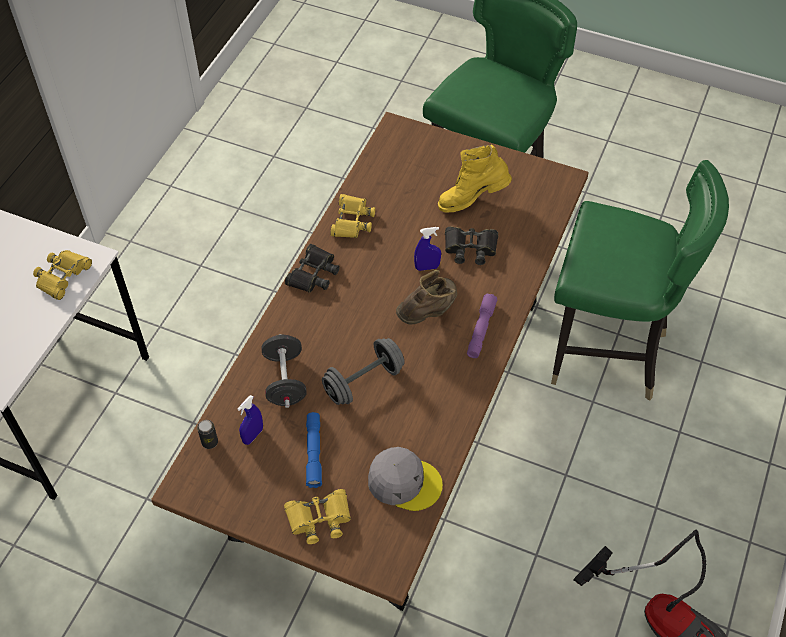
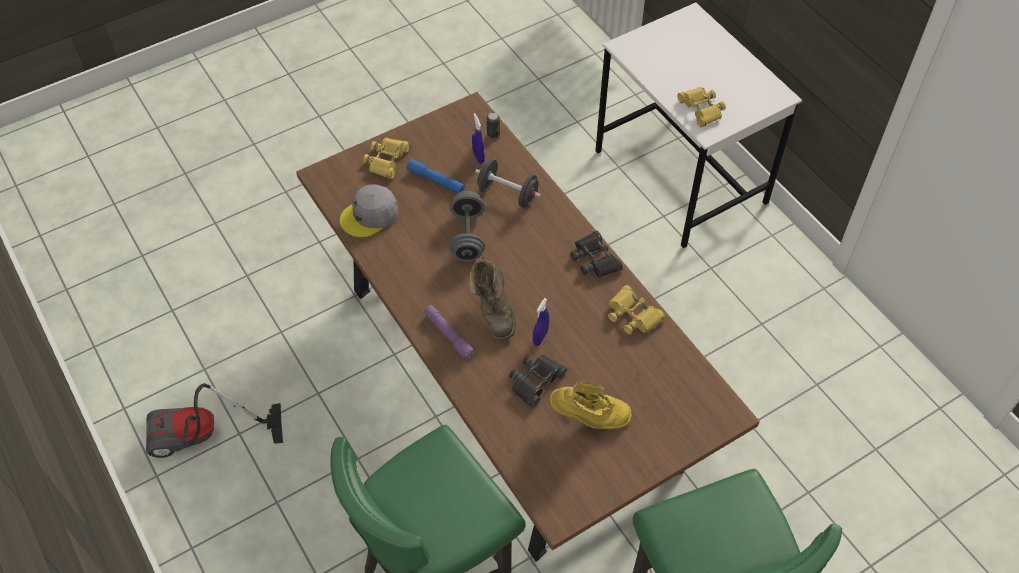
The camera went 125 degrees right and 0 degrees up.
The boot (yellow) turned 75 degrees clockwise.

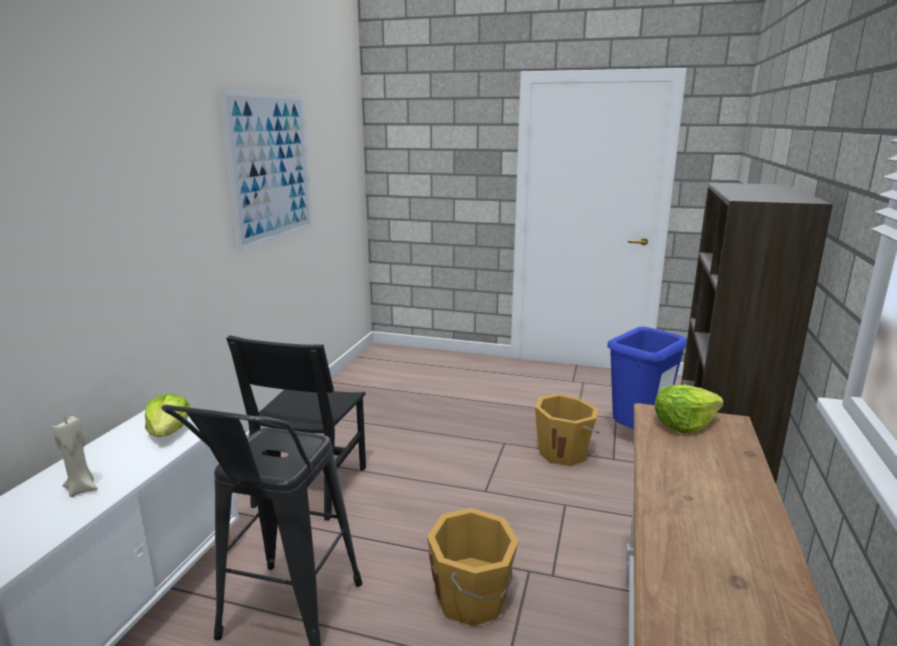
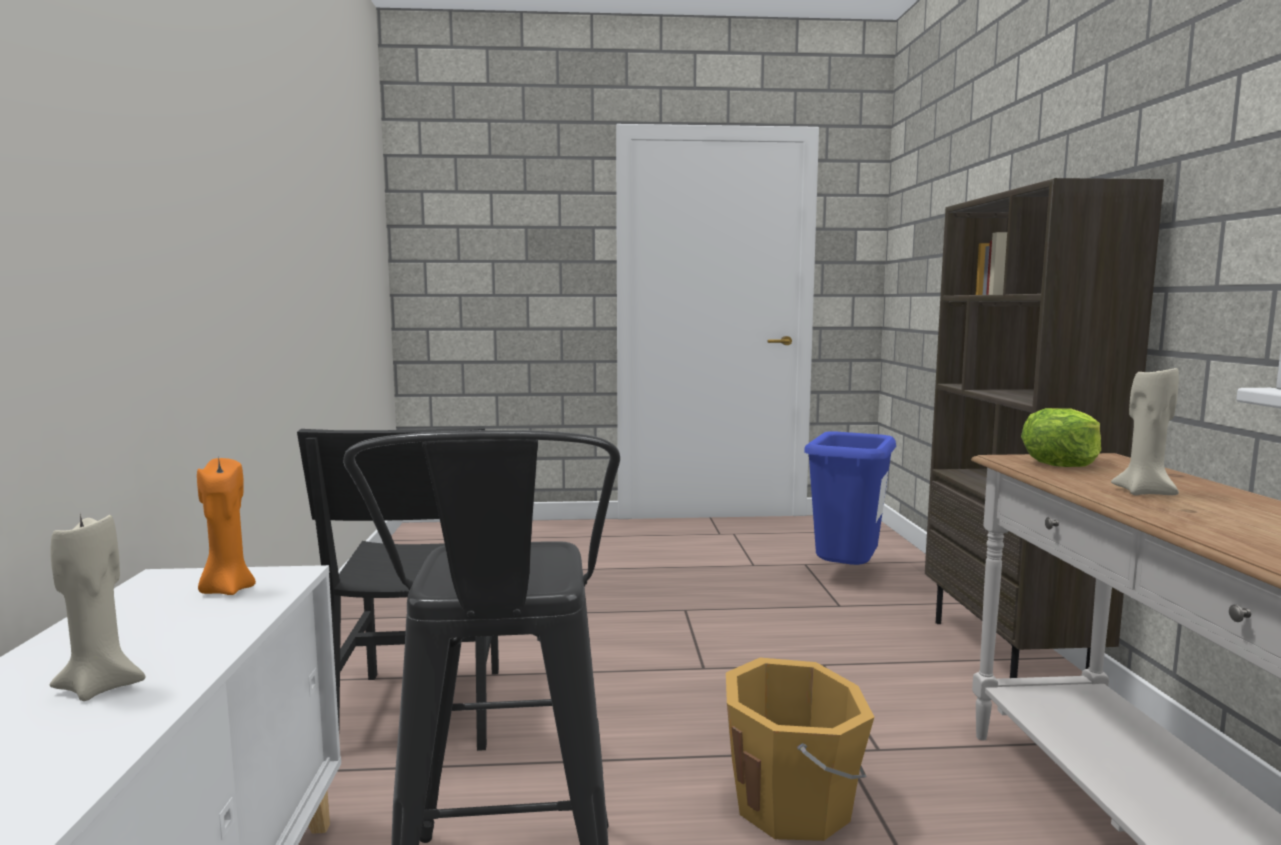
The camera went 20 degrees left and 10 degrees down.
The lettuce (no. 1 from left) was replaced by the candle (orange).
The candle (beige) (no. 2 from left) appeared.
The picture disappeared.
The bucket (orange) (no. 2 from left) disappeared.

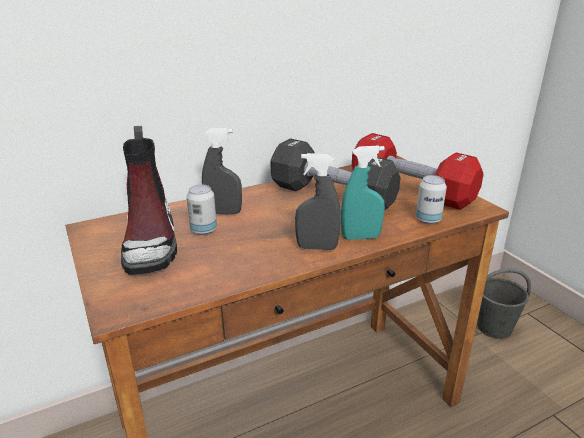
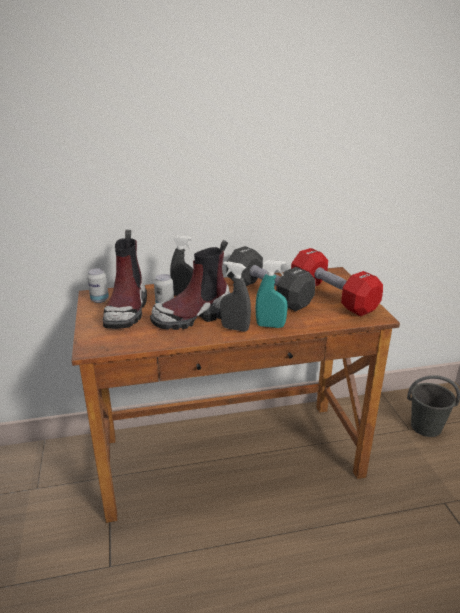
The camera went 15 degrees right and 0 degrees up.
The can (no. 2 from left in the first image) moved.
The boot (no. 2 from left) appeared.

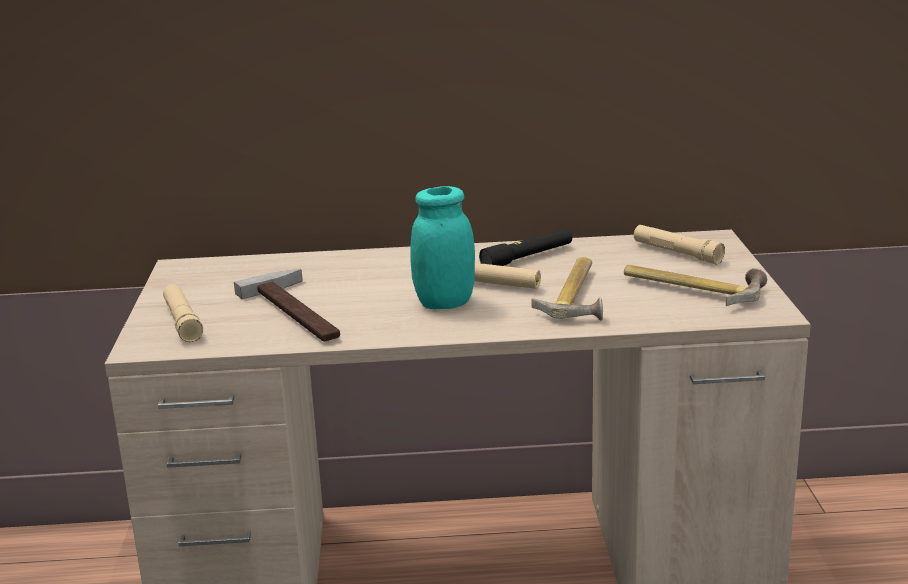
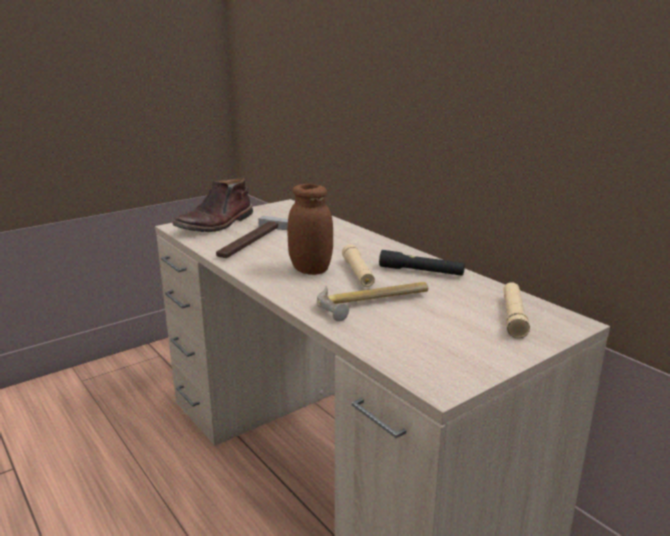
The camera went 55 degrees right and 0 degrees up.
The flashlight (beige) (no. 1 from left) was replaced by the boot (brown).
The jar (turquoise) became the jar (brown).
The hammer (no. 3 from left) disappeared.

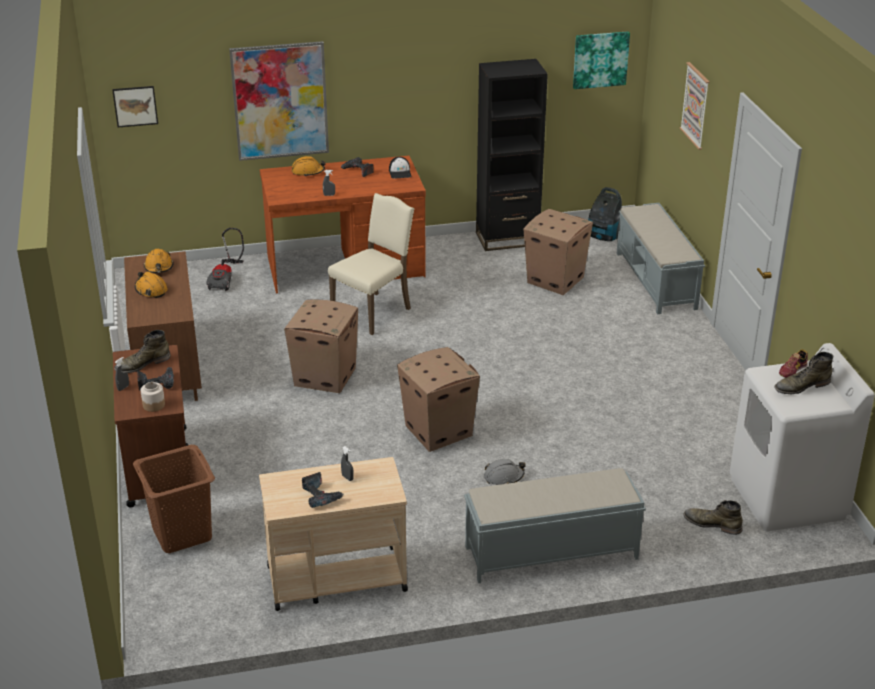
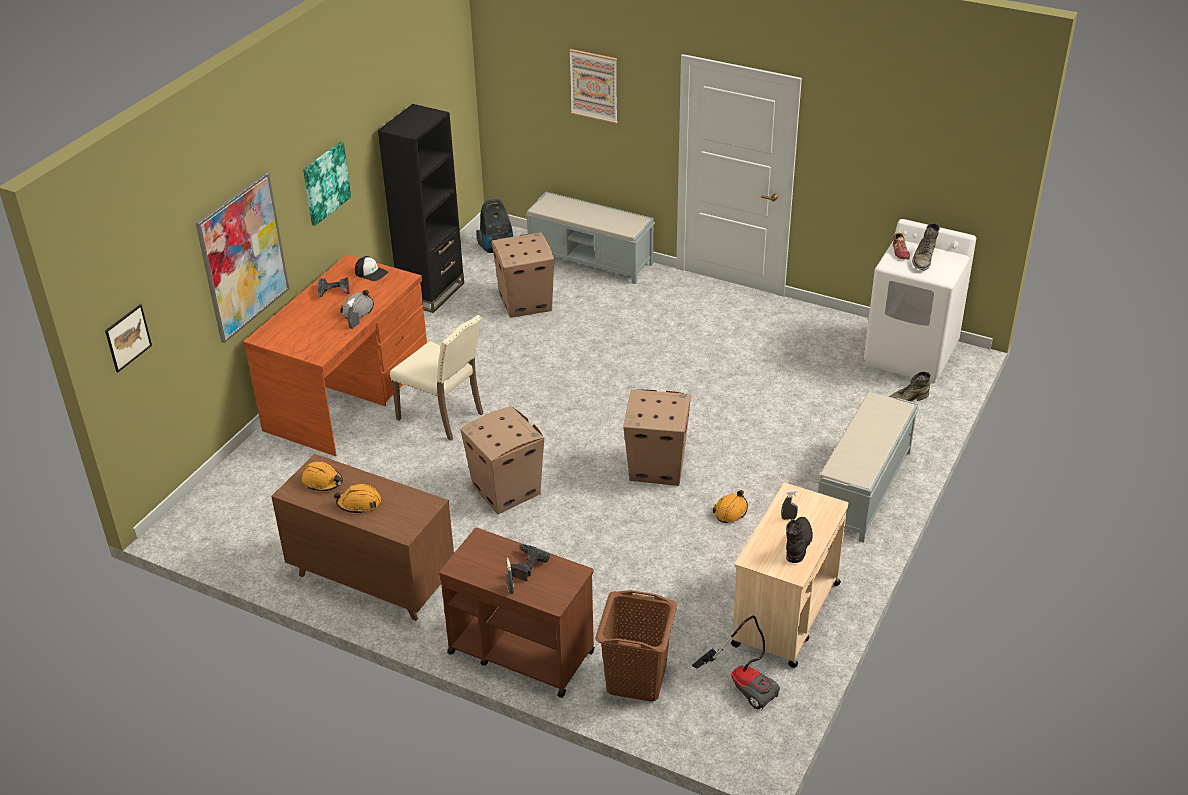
The camera went 50 degrees left and 5 degrees up.
The picture (no. 3 from left) moved.
The hard hat (grey) moved.
The chair (beige) turned 135 degrees clockwise.
The vacuum cleaner (no. 1 from left in the first image) moved.
The hard hat (orange) (no. 3 from left) moved.
The power drill (no. 2 from left) was replaced by the boot (black).
The boot (green) (no. 1 from left) disappeared.
The jar disappeared.

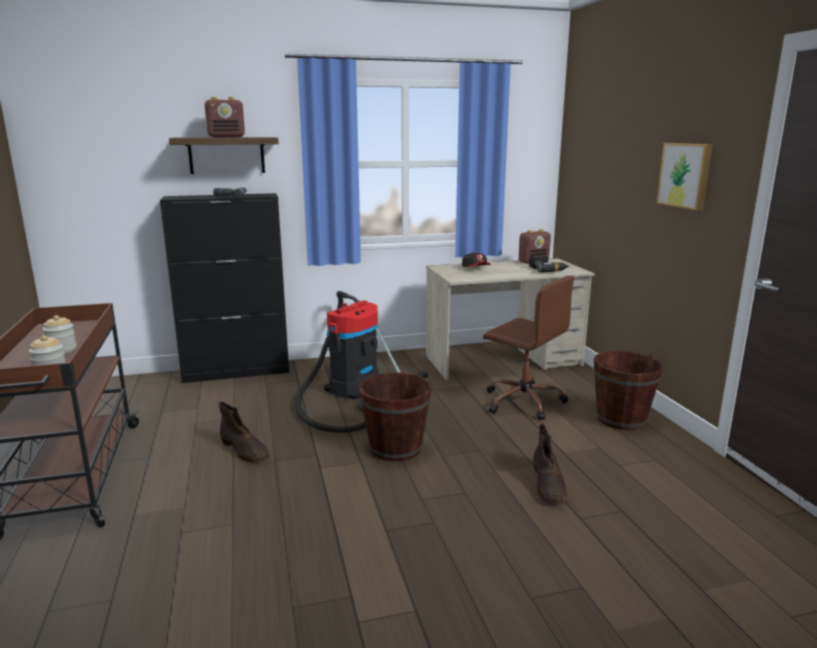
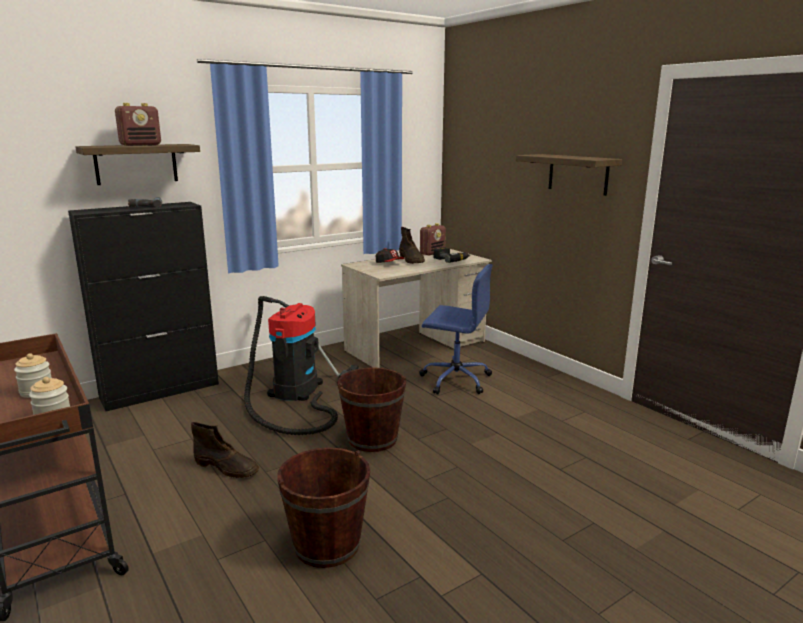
The camera went 20 degrees left and 0 degrees up.
The bucket (brown) (no. 2 from left in the first image) moved.
The boot (brown) (no. 2 from left) moved.
The office chair (brown) became the office chair (blue).
The picture was replaced by the shelf (no. 2 from left).

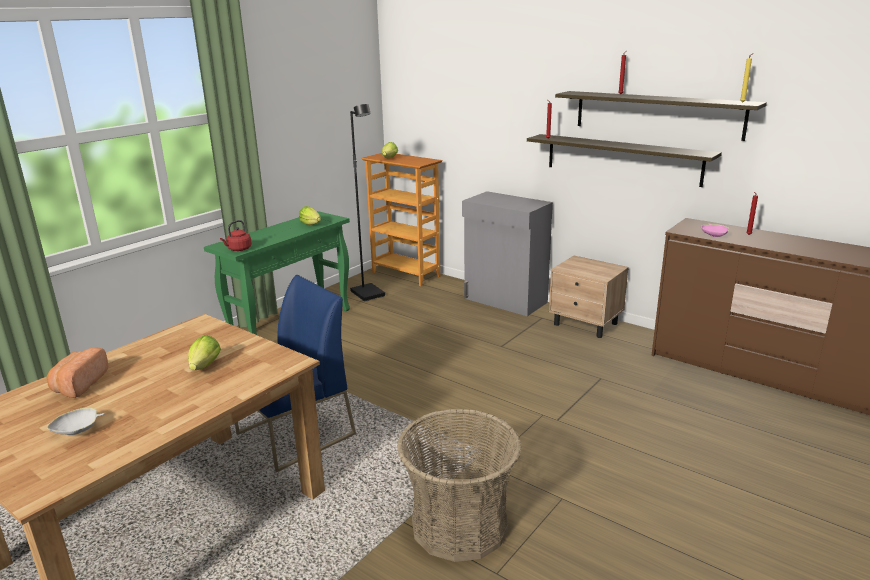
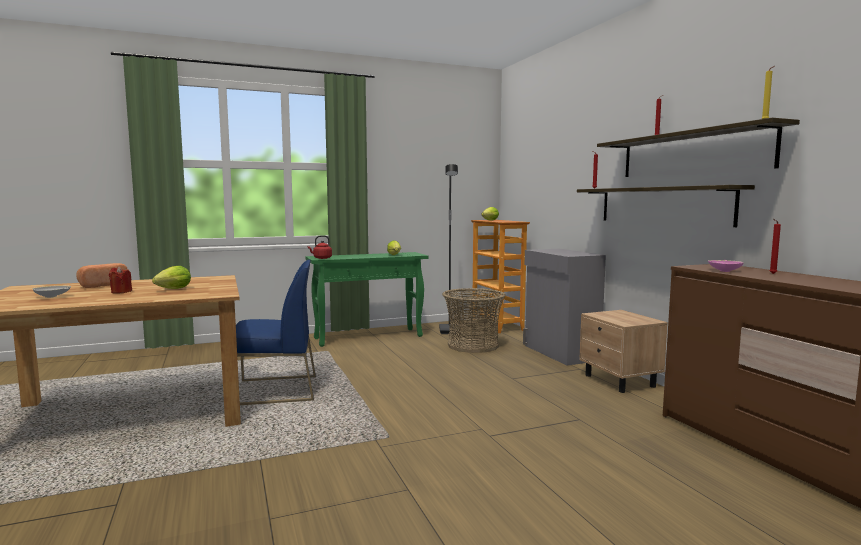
The camera went 30 degrees right and 15 degrees down.
The candle (red) (no. 1 from left) appeared.
The basket moved.

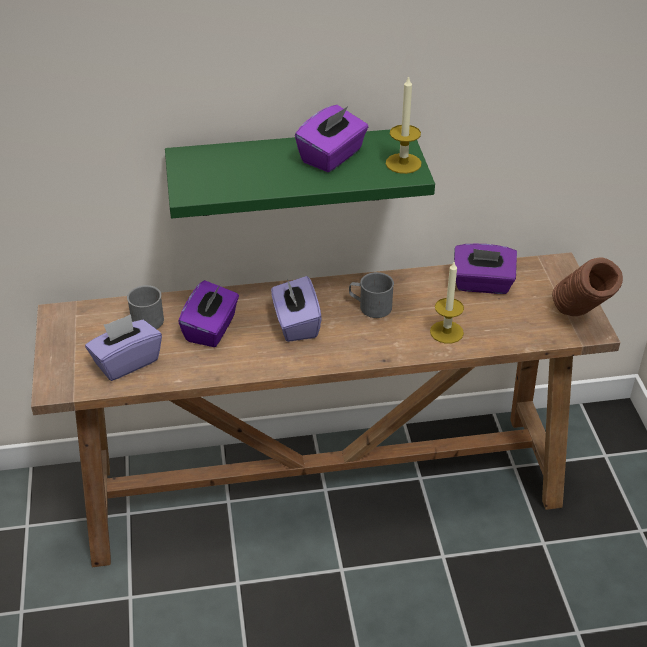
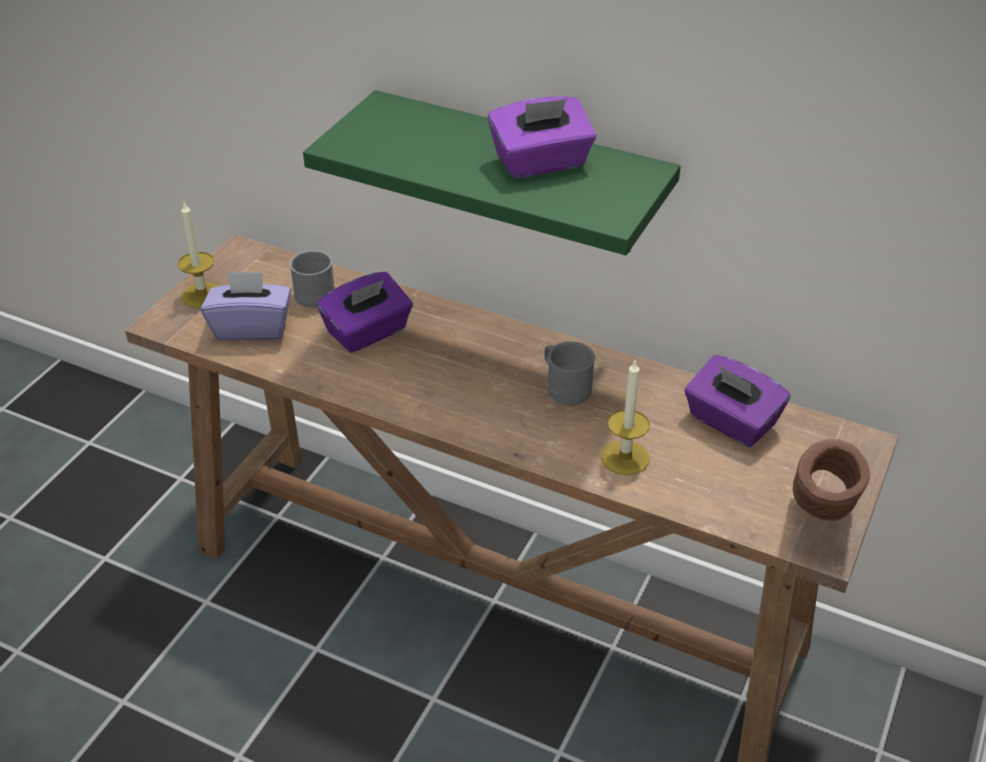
The camera went 35 degrees right and 0 degrees up.
The candle (no. 1 from left) moved.
The tissue box (purple) (no. 3 from left) disappeared.

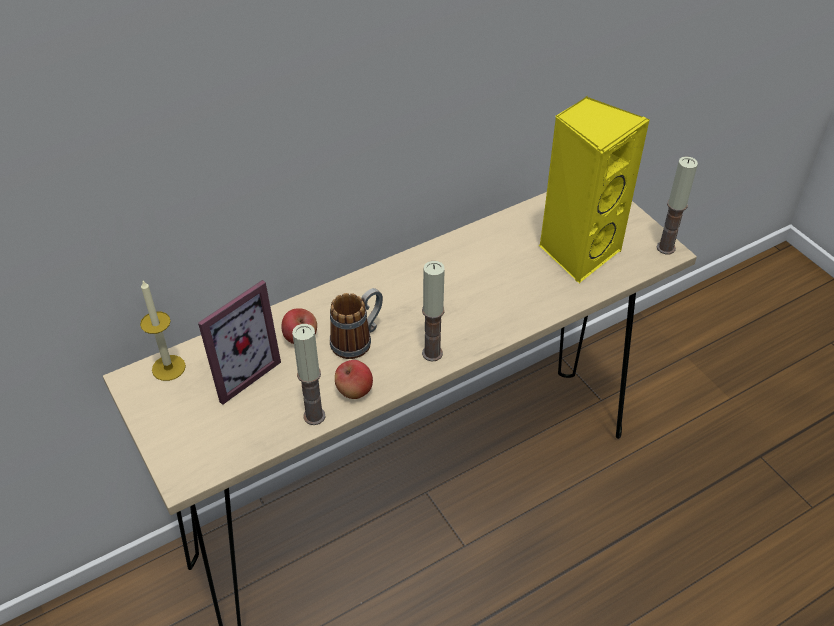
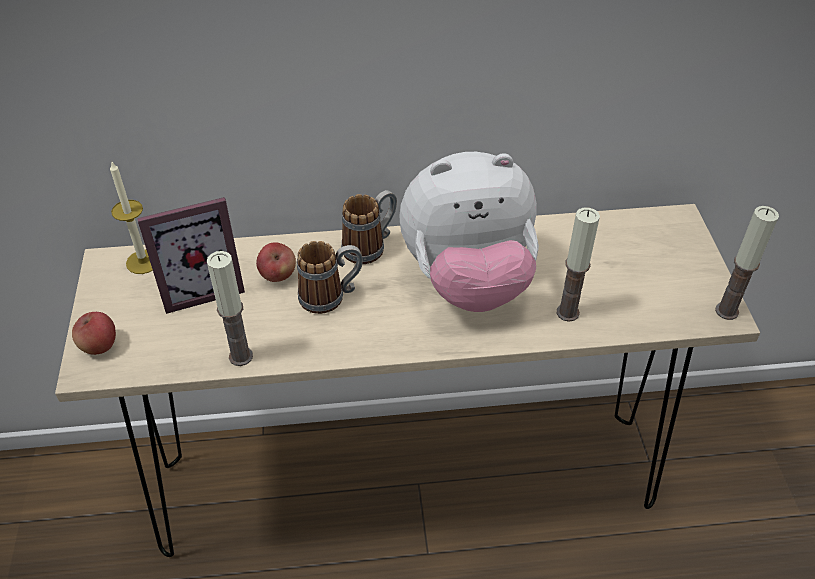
The camera went 25 degrees right and 0 degrees up.
The apple (no. 2 from left in the first image) moved.
The mug (no. 2 from left) appeared.
The plush toy appeared.
The candle (no. 3 from left) moved.
The speaker (yellow) disappeared.

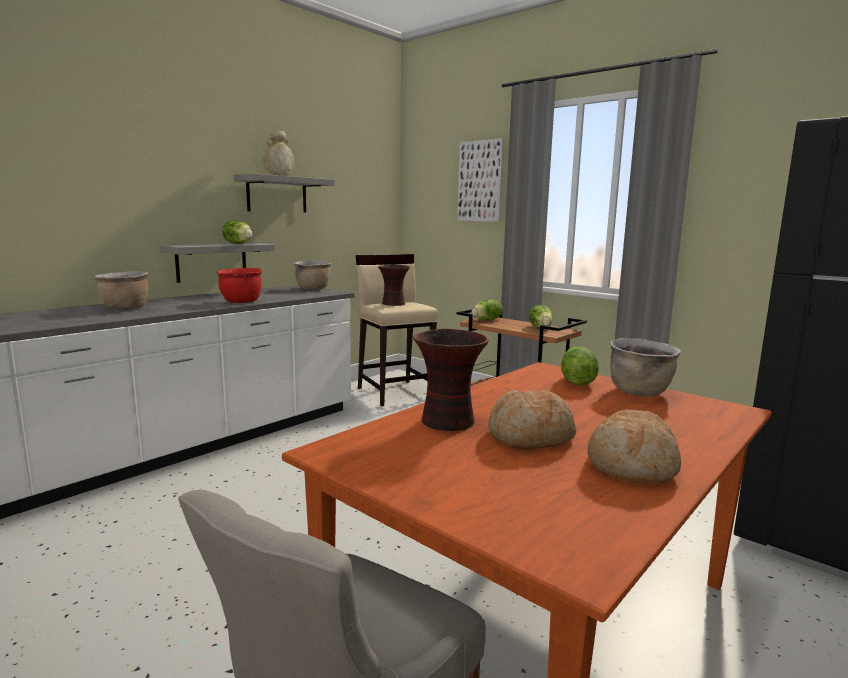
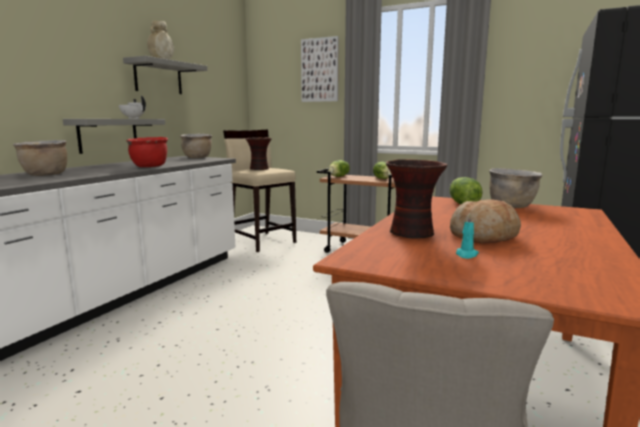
The camera went 15 degrees left and 0 degrees up.
The lettuce (no. 1 from left) was replaced by the teapot (white).
The candle (turquoise) appeared.
The bread (no. 2 from left) disappeared.

